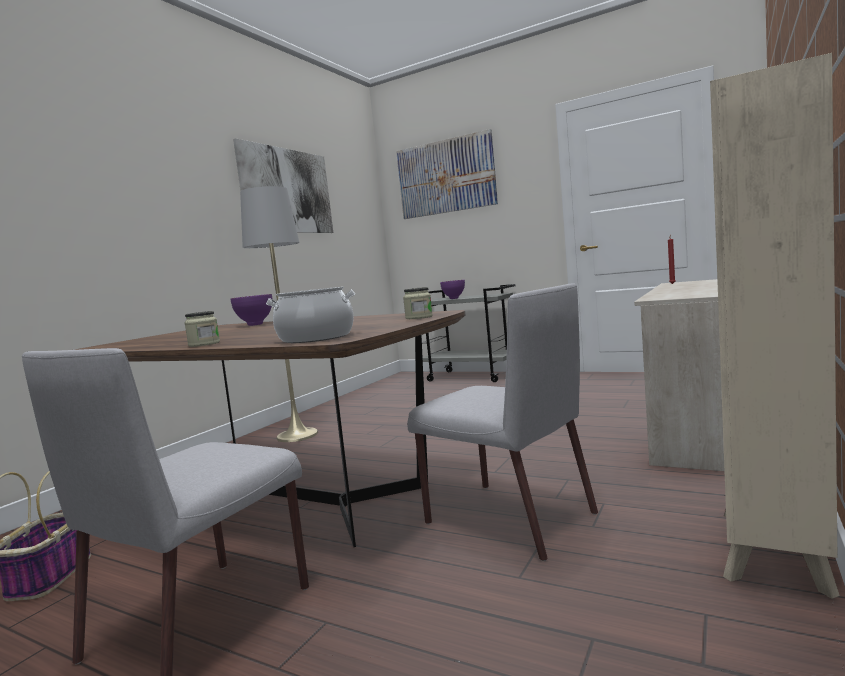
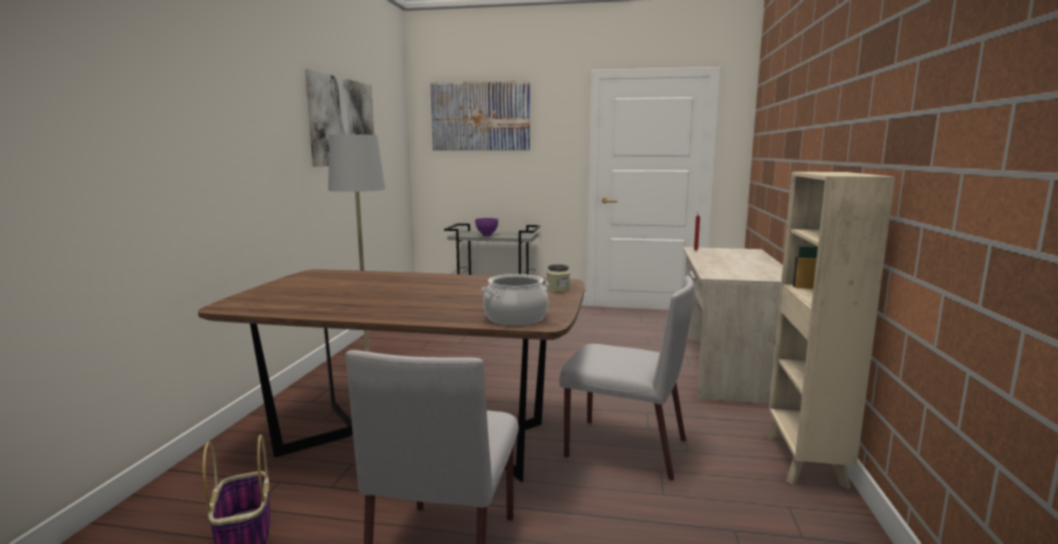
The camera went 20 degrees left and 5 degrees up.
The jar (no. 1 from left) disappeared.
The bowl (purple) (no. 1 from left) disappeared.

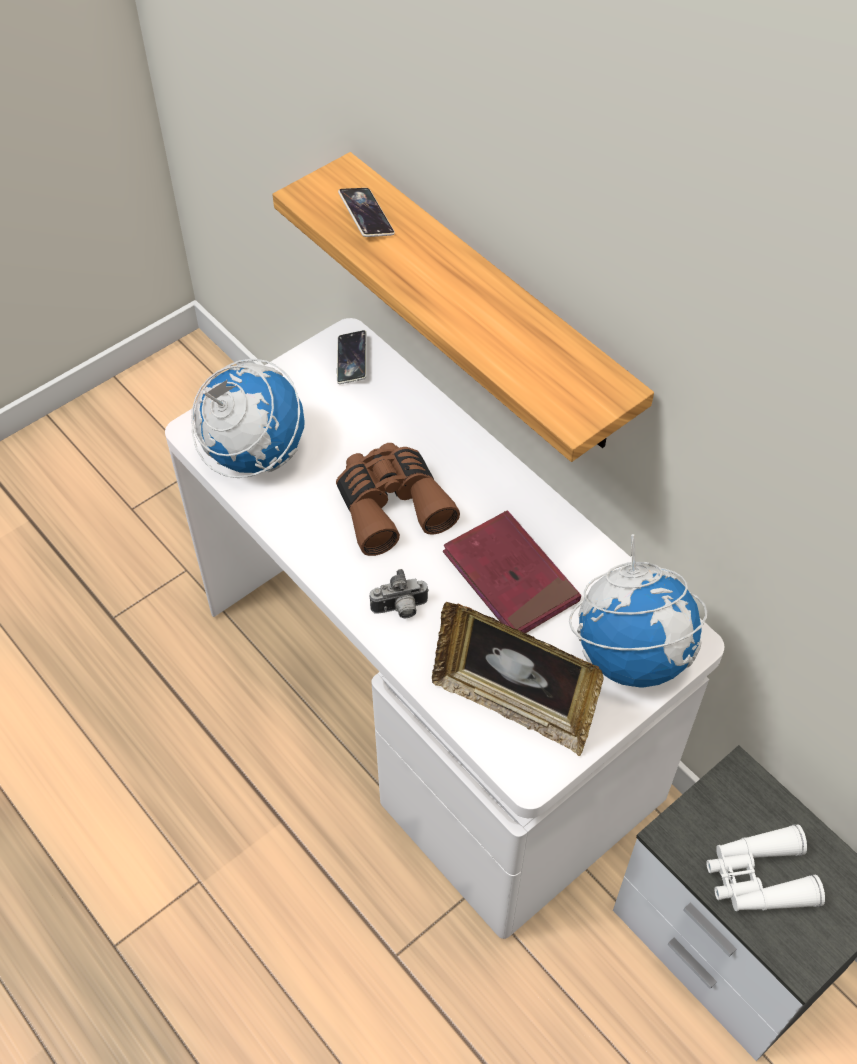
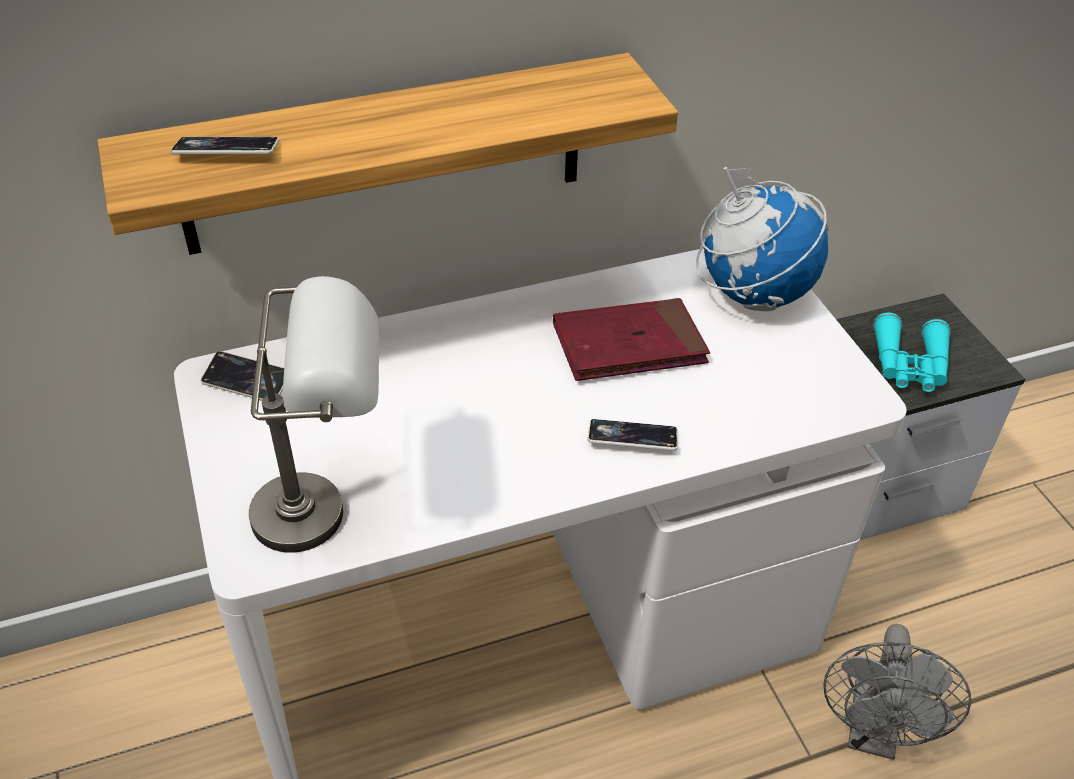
The camera went 70 degrees left and 10 degrees down.
The globe (no. 1 from left) was replaced by the table lamp (grey).
The photo camera was replaced by the phone (no. 3 from left).
The fan (grey) appeared.
The binoculars (white) became the binoculars (turquoise).
The binoculars (brown) disappeared.
The picture frame disappeared.

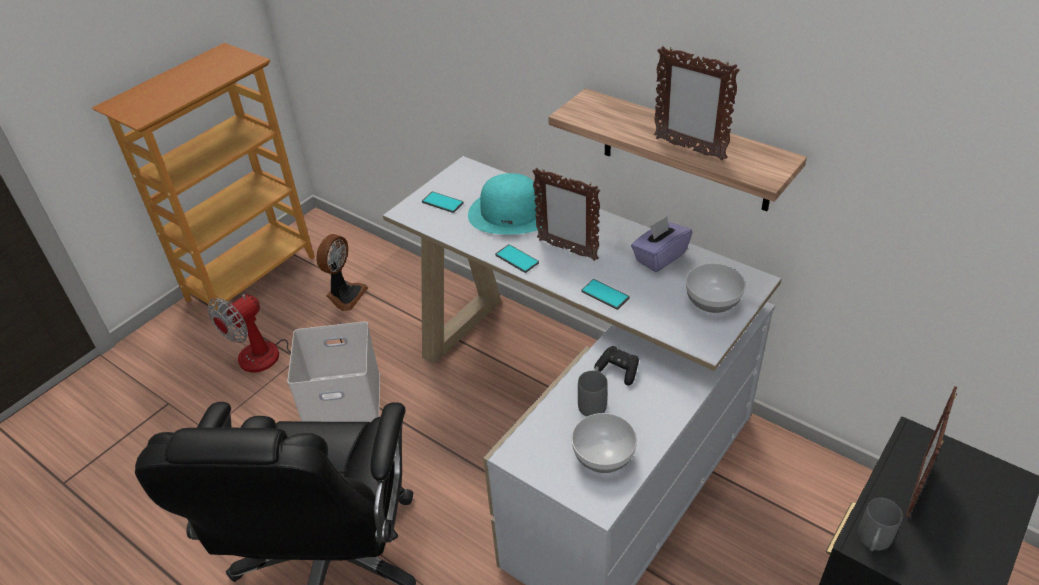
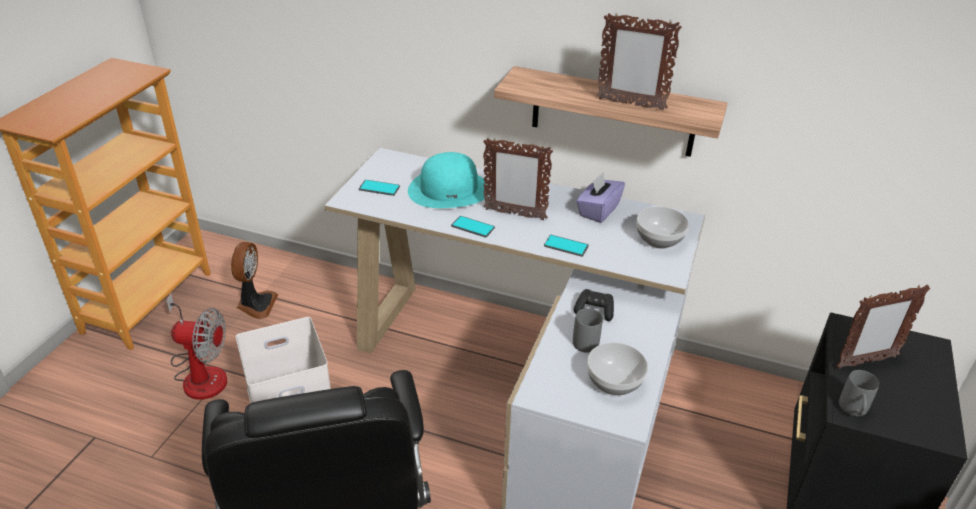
The camera went 20 degrees left and 5 degrees down.
The fan (no. 1 from left) turned 105 degrees counterclockwise.
The picture frame (no. 3 from left) turned 120 degrees counterclockwise.

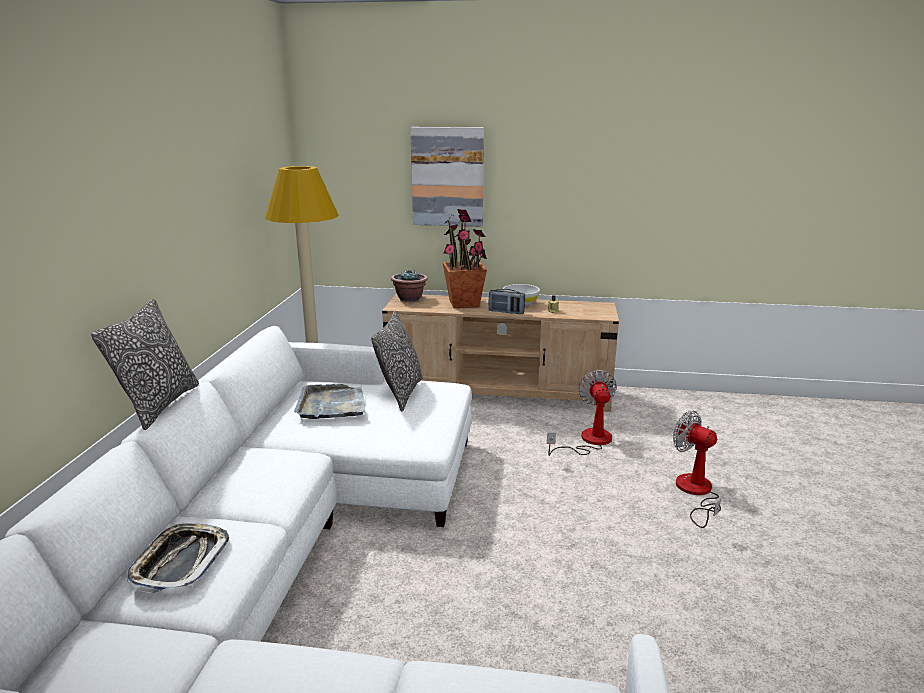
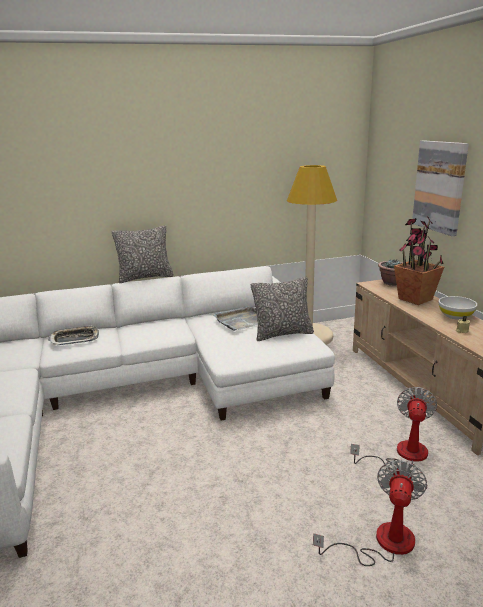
The camera went 65 degrees right and 0 degrees up.
The fan (no. 1 from left in the first image) turned 45 degrees counterclockwise.
The radio disappeared.

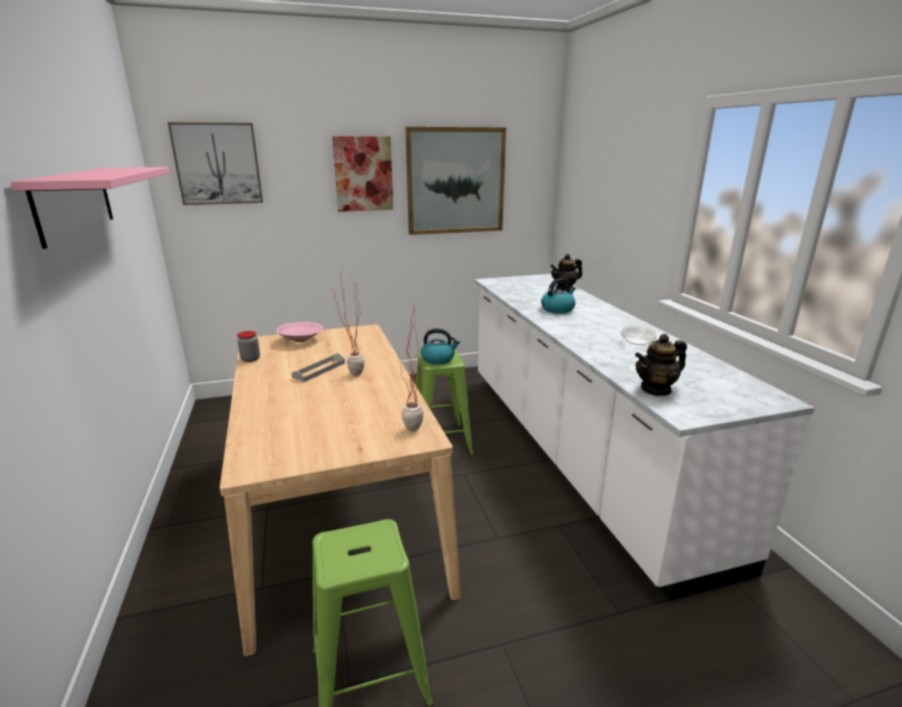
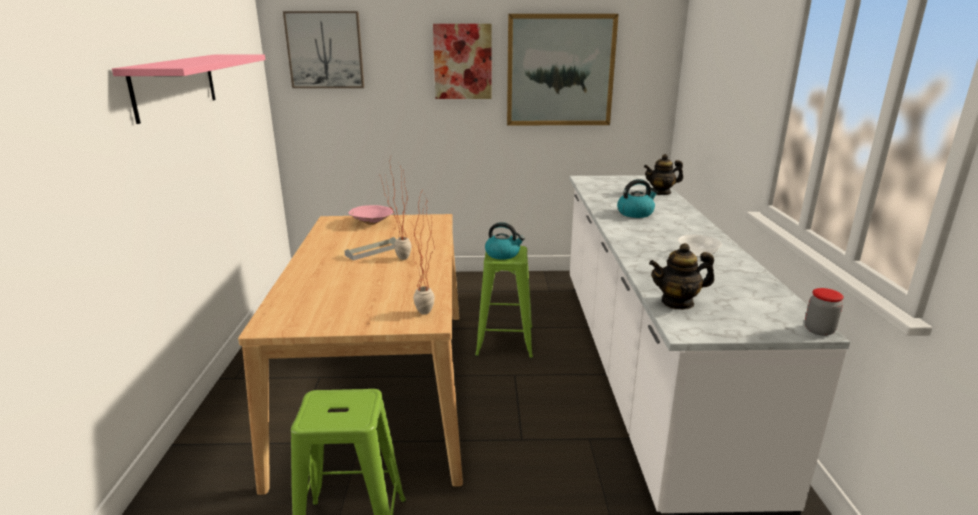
The camera went 15 degrees right and 0 degrees up.
The jar moved.

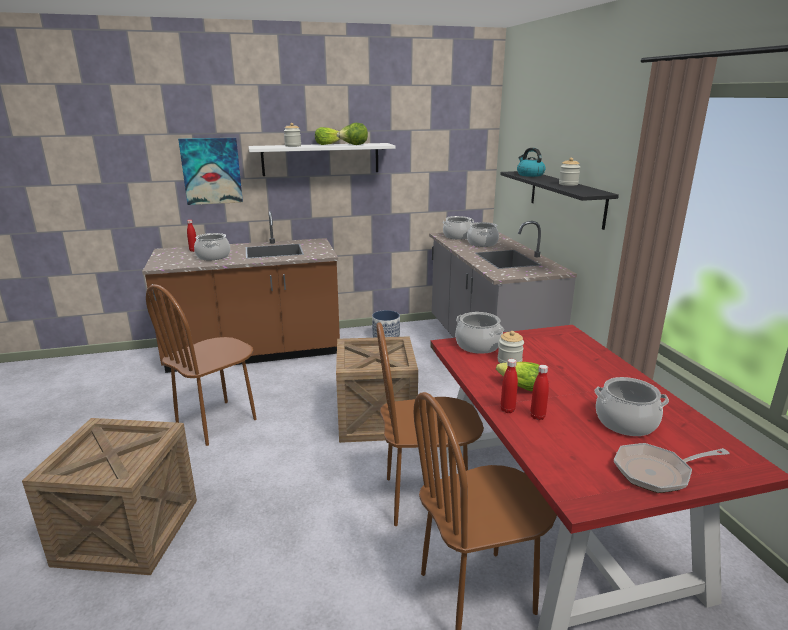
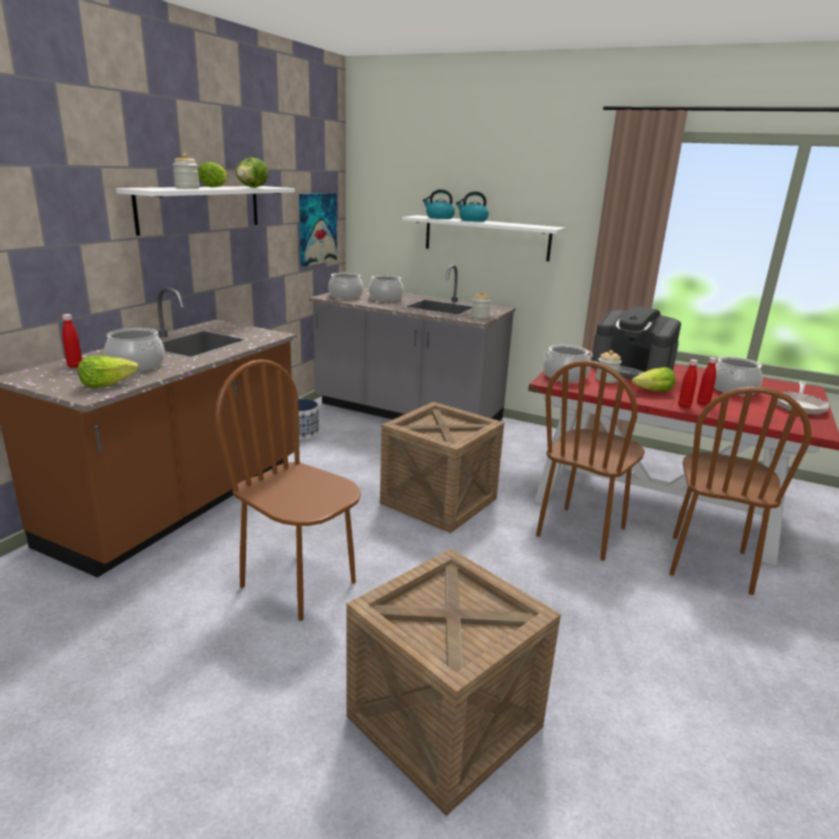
The camera went 50 degrees left and 0 degrees up.
The lettuce (no. 1 from left) appeared.
The chair (brown) (no. 1 from left) turned 135 degrees clockwise.
The picture moved.
The shelf (black) became the shelf (white) (no. 2 from left).
The kettle (no. 2 from left) appeared.
The jar (no. 3 from left in the first image) moved.
The coffee machine appeared.

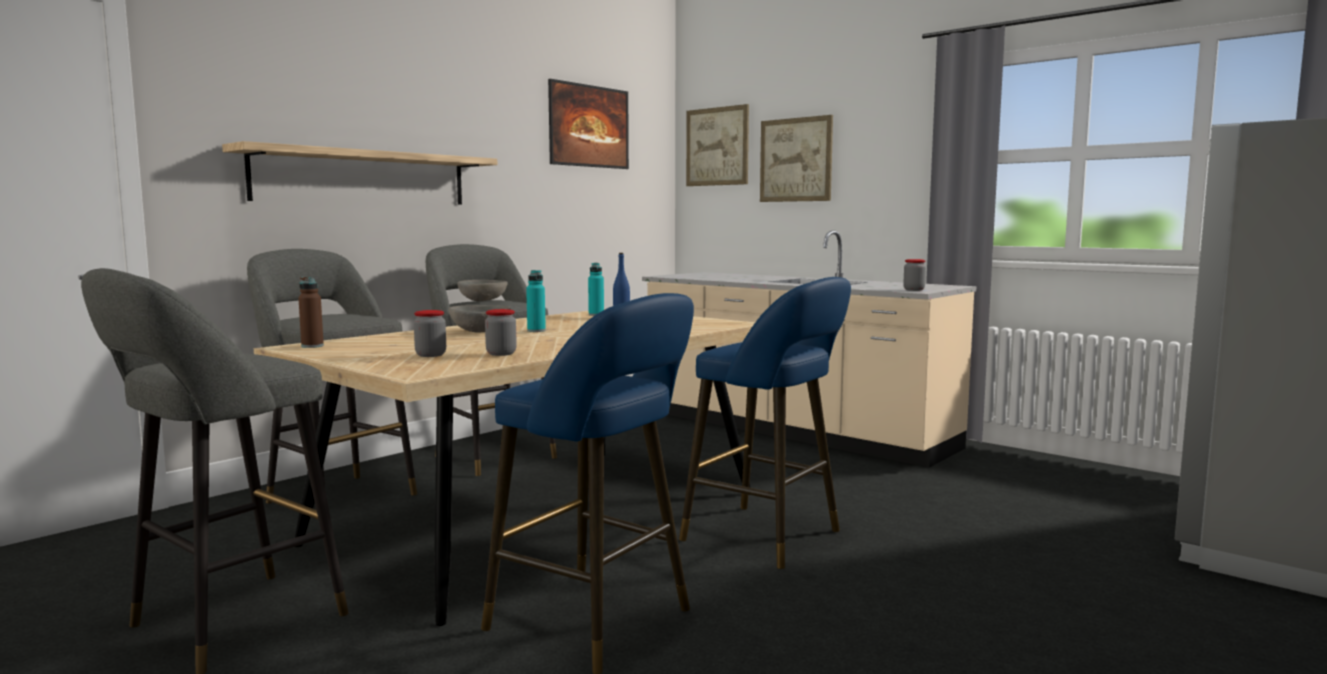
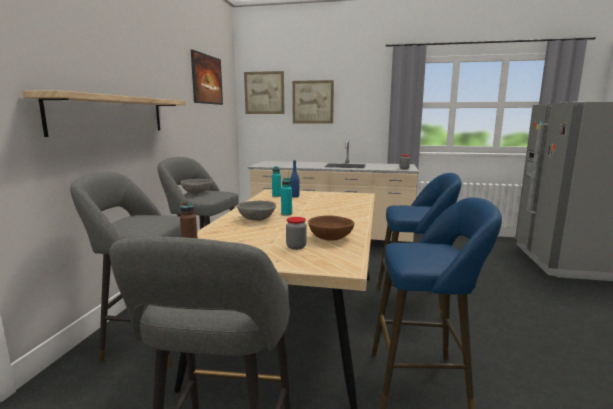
The camera went 30 degrees left and 5 degrees up.
The jar (no. 2 from left) was replaced by the bowl (brown).

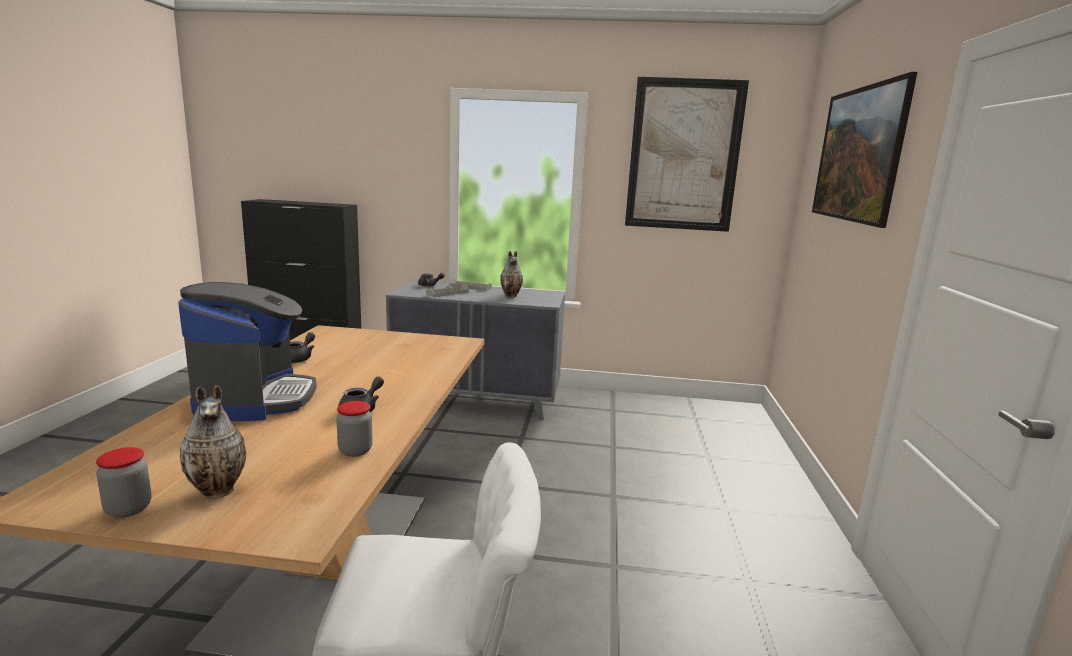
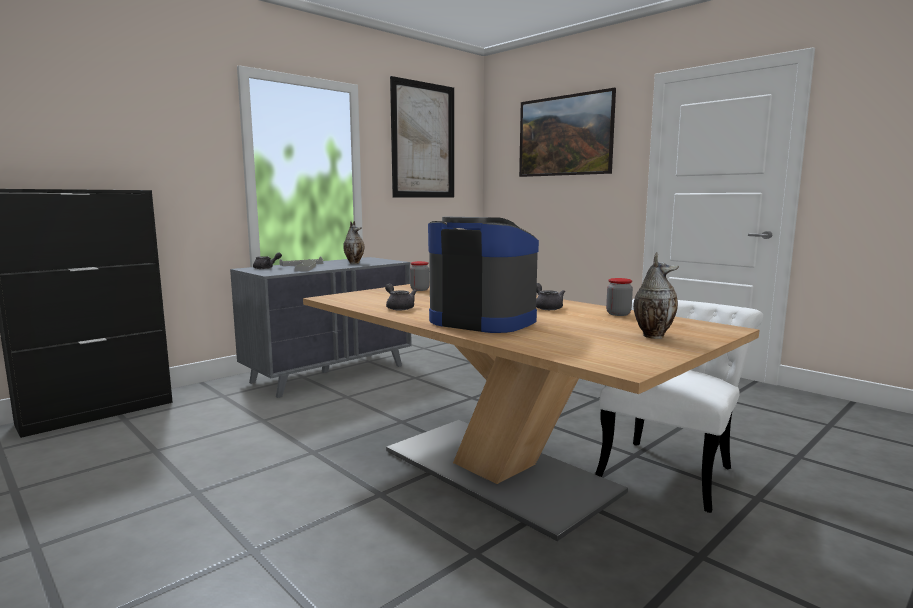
The camera went 50 degrees left and 5 degrees down.
The jar (no. 1 from left) moved.

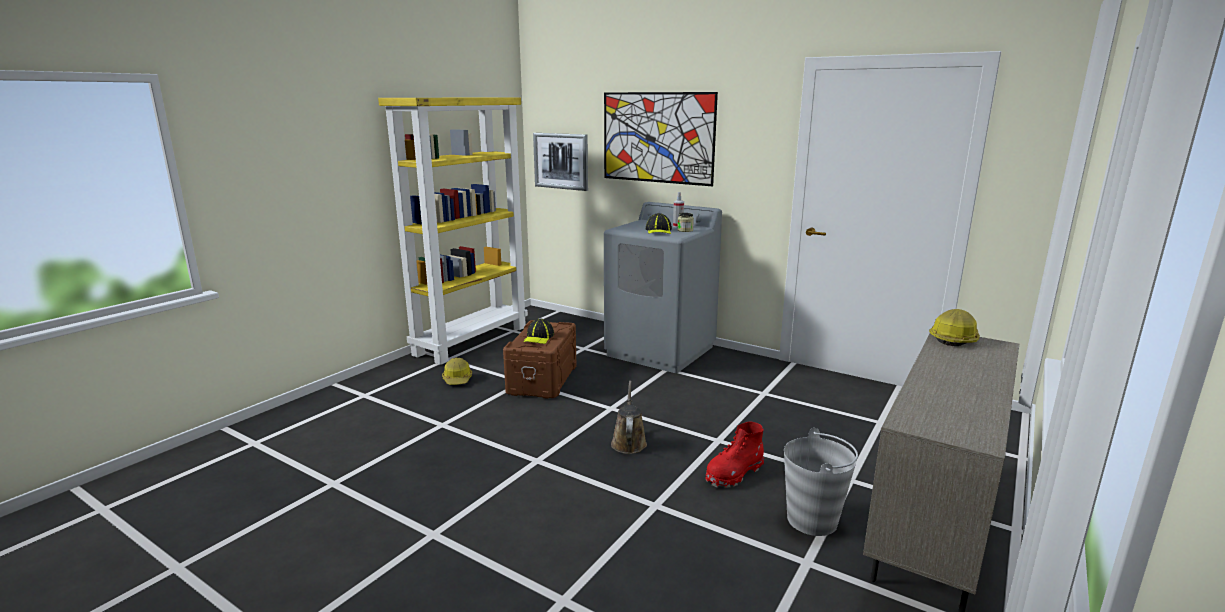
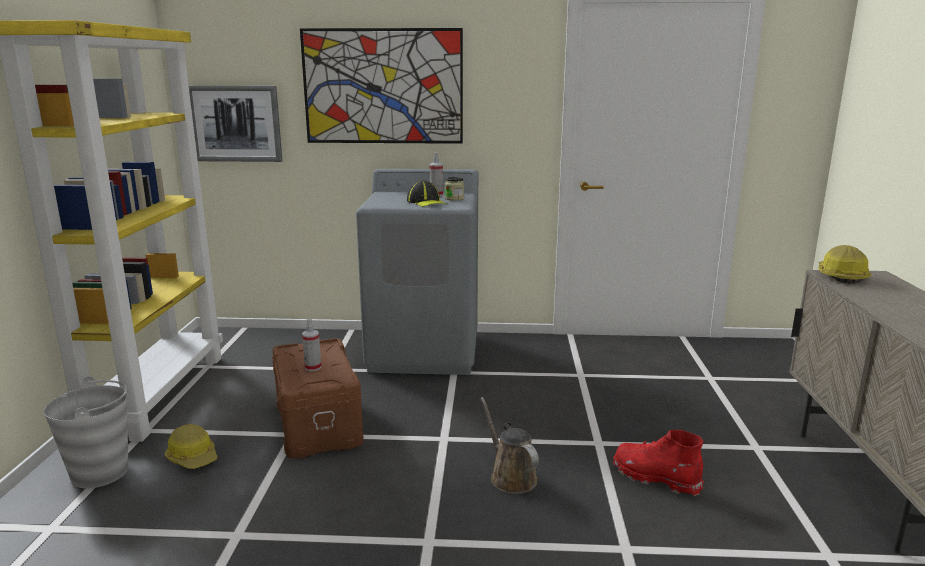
The camera went 30 degrees left and 0 degrees up.
The bucket (grey) moved.
The cap (no. 1 from left) was replaced by the spray bottle (no. 1 from left).
The boot (red) turned 105 degrees clockwise.

